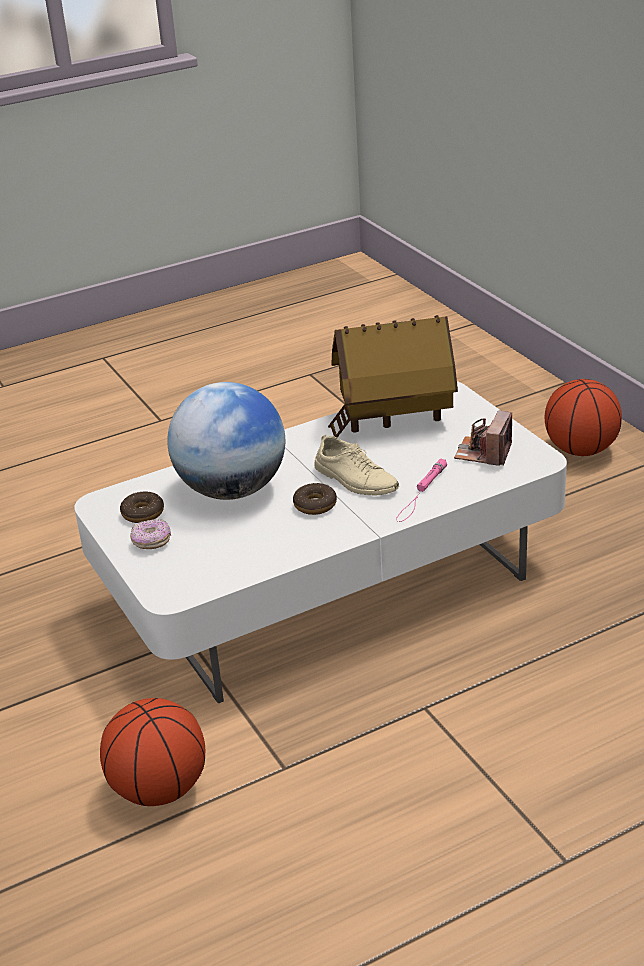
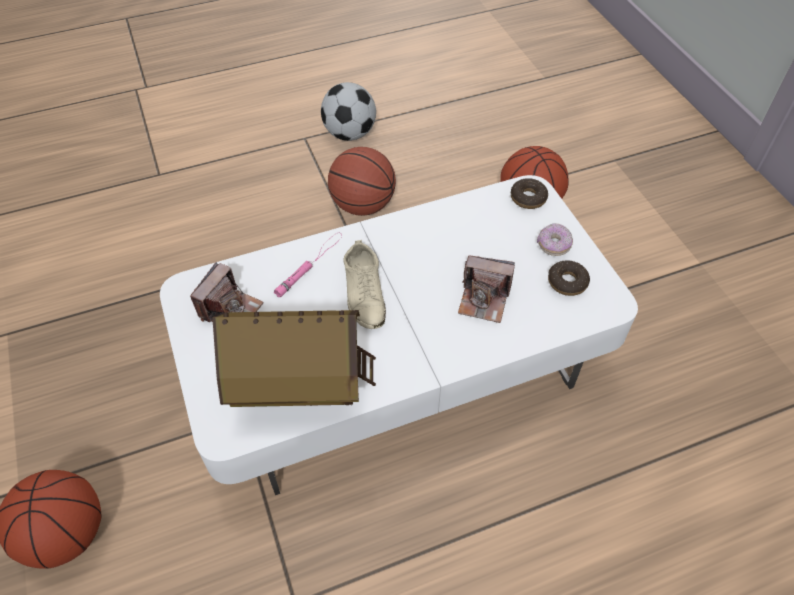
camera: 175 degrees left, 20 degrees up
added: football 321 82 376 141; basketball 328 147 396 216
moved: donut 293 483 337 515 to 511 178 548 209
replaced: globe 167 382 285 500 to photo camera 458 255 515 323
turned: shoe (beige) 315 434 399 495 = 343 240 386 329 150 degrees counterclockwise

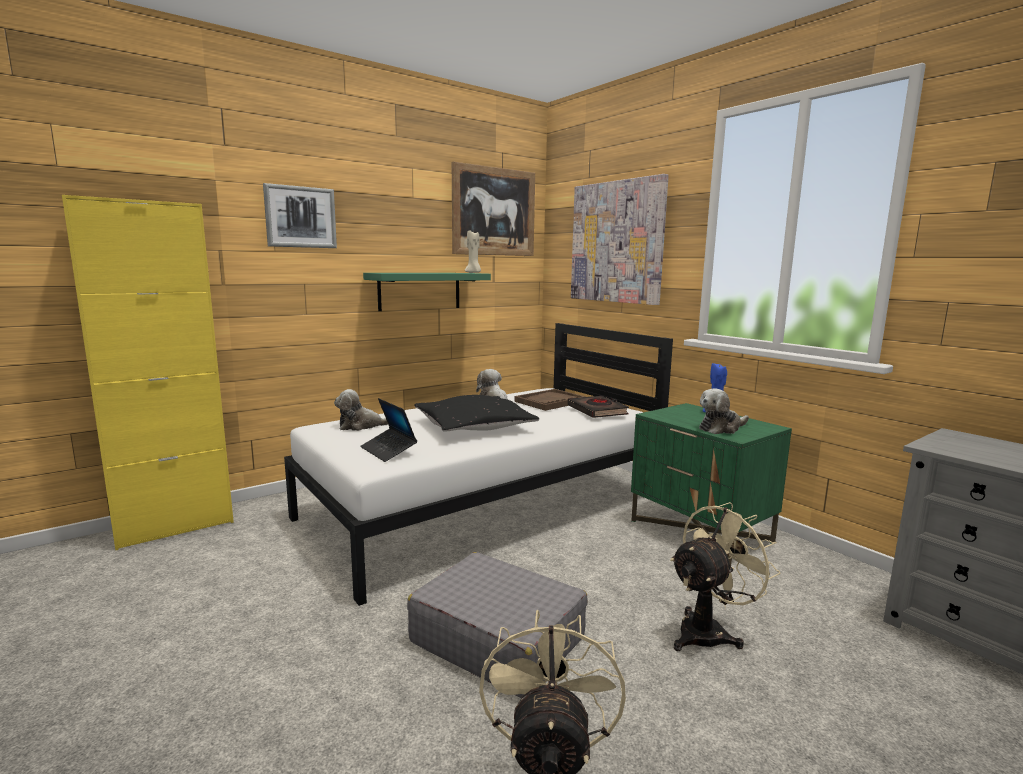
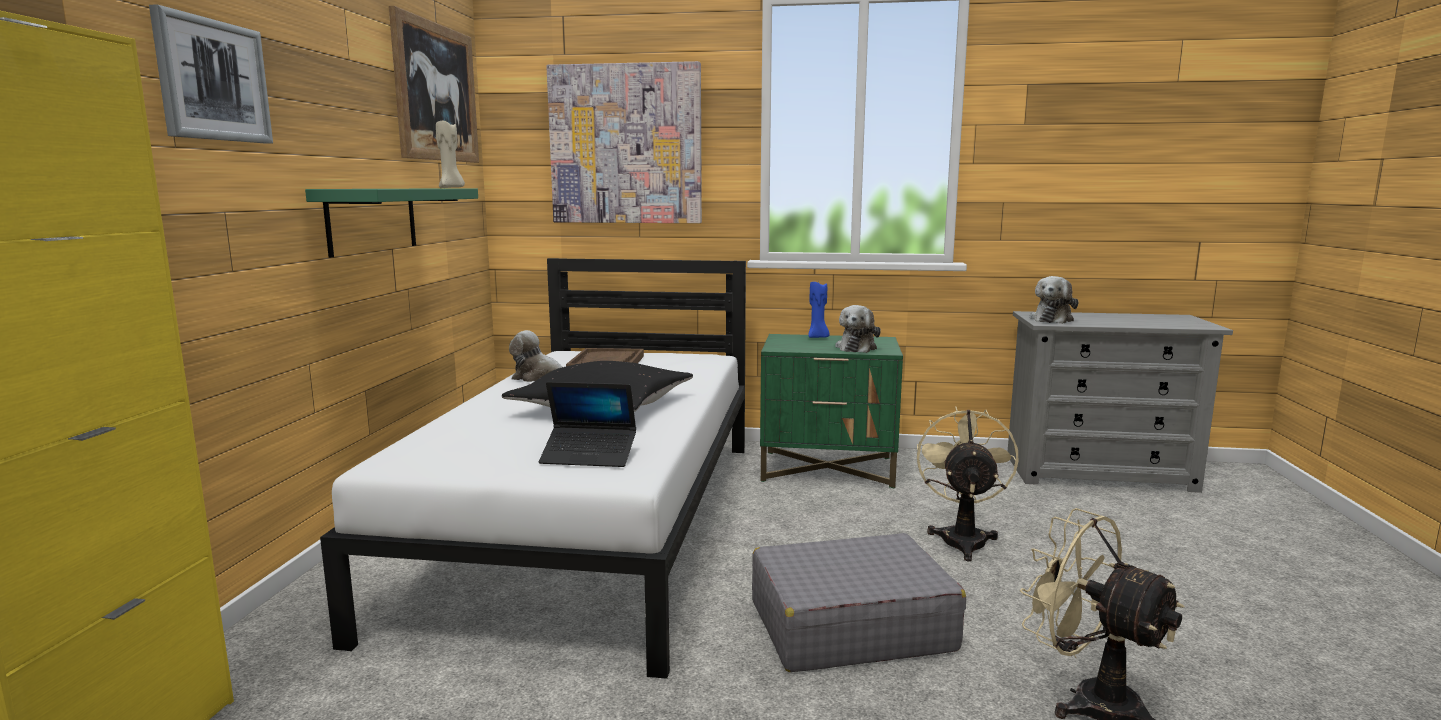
camera: 45 degrees left, 0 degrees up
removed: book (black) 568 396 629 418
moved: plush toy 334 389 389 431 to 1030 276 1079 324

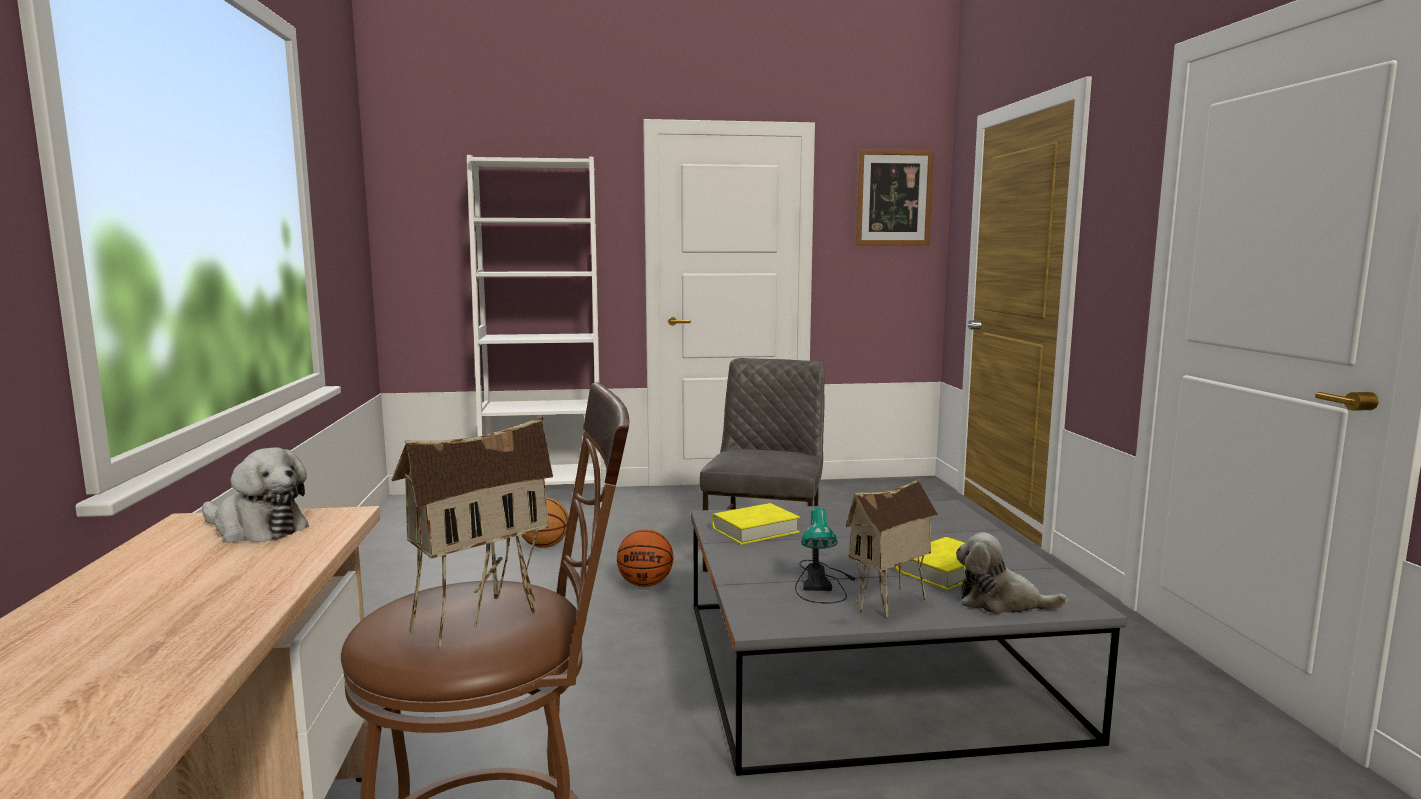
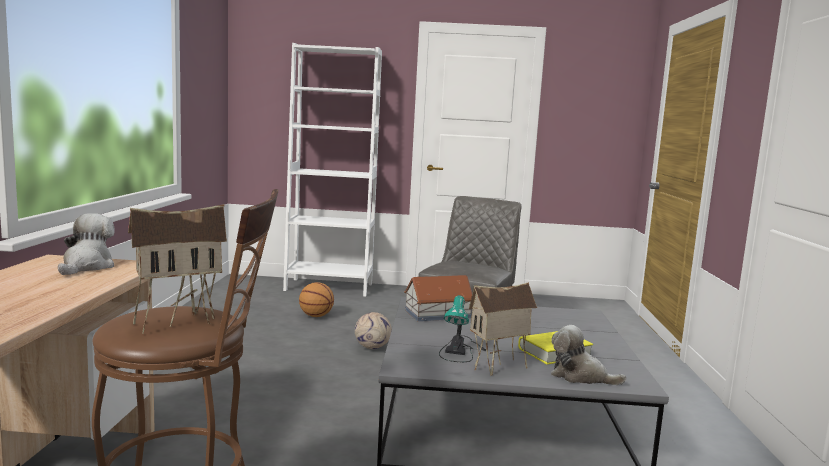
camera: 10 degrees right, 0 degrees up
removed: picture 856 149 934 245
replaced: basketball 617 529 673 587 to football 355 312 392 349; book (yellow) 712 503 800 545 to toy house 404 275 472 321
turned: plush toy 202 447 309 543 = 58 213 115 275 120 degrees counterclockwise

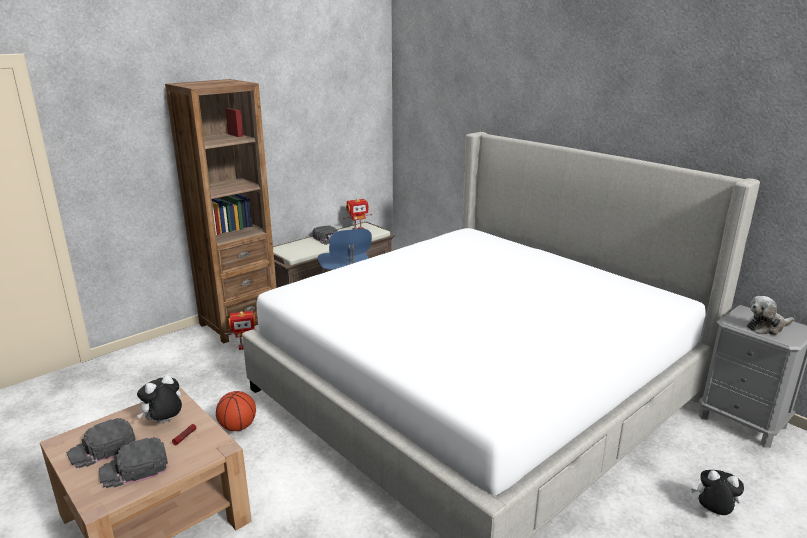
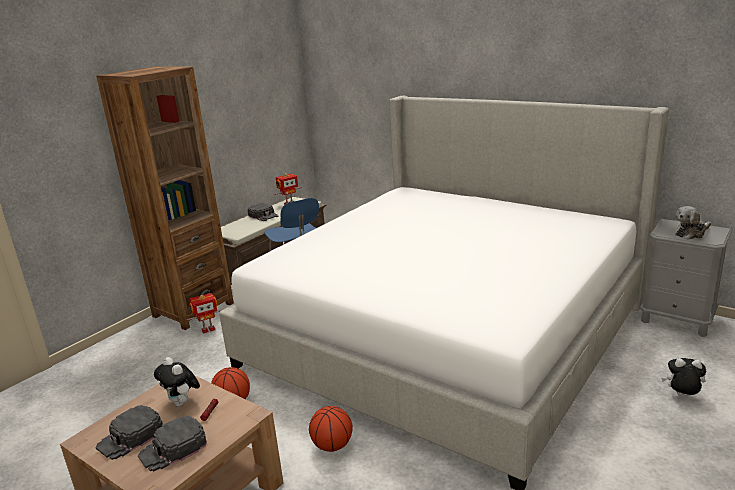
camera: 10 degrees left, 0 degrees up
added: basketball 309 406 353 452
turned: plush toy 137 375 182 423 = 154 357 200 407 75 degrees counterclockwise

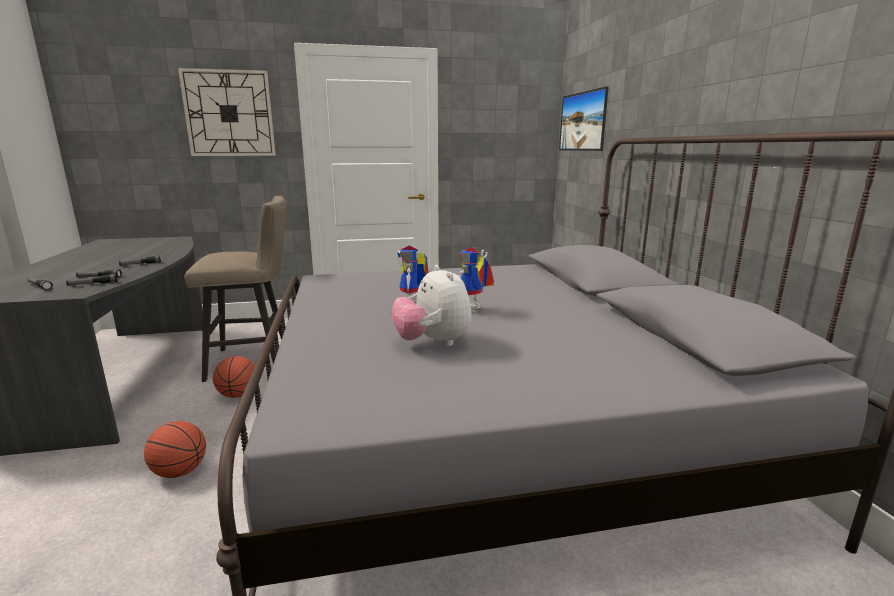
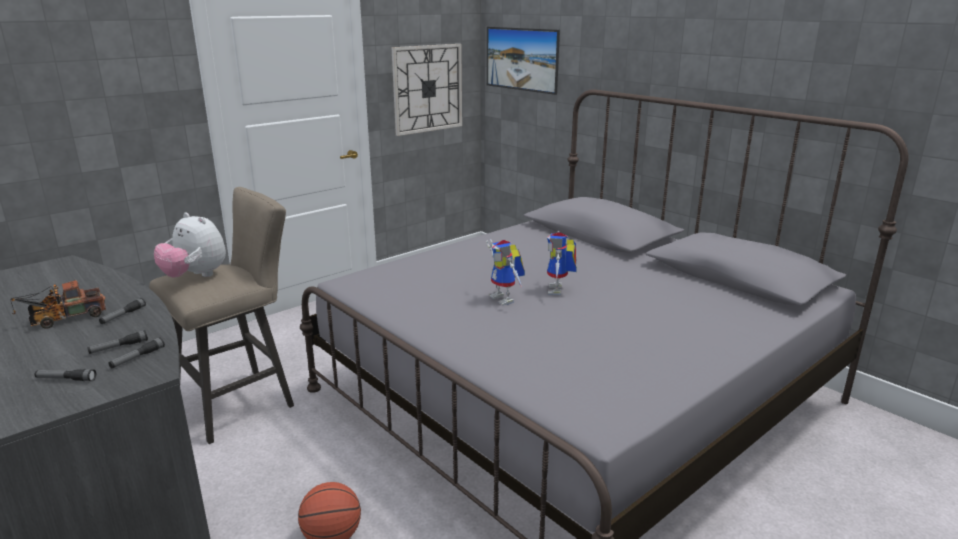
camera: 30 degrees left, 5 degrees up
removed: basketball 213 356 255 398
added: toy truck 11 280 106 328
moved: wall clock 178 68 276 156 to 391 44 462 136; plush toy 392 265 472 347 to 154 213 226 278

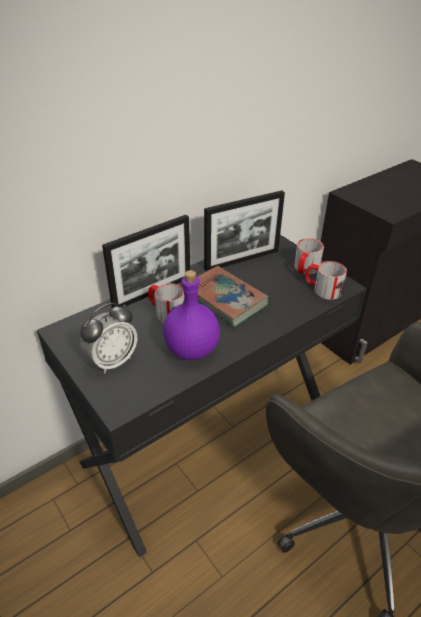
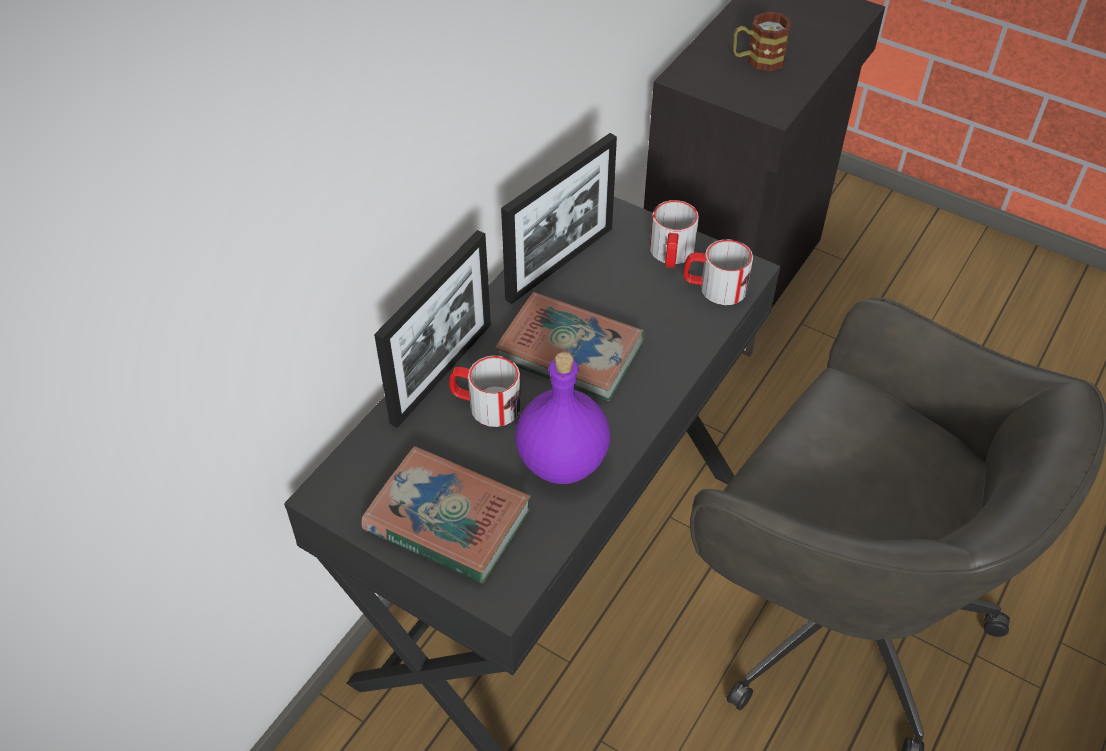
camera: 20 degrees left, 10 degrees up
added: mug 733 11 792 71
replaced: alarm clock 80 303 137 373 to book 361 446 531 583

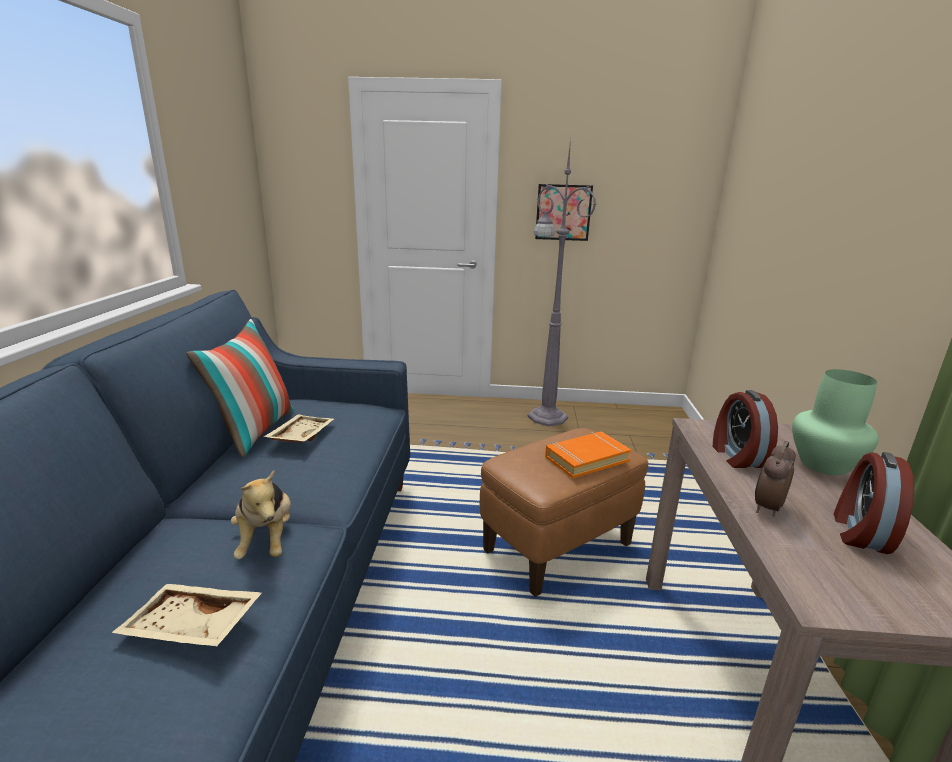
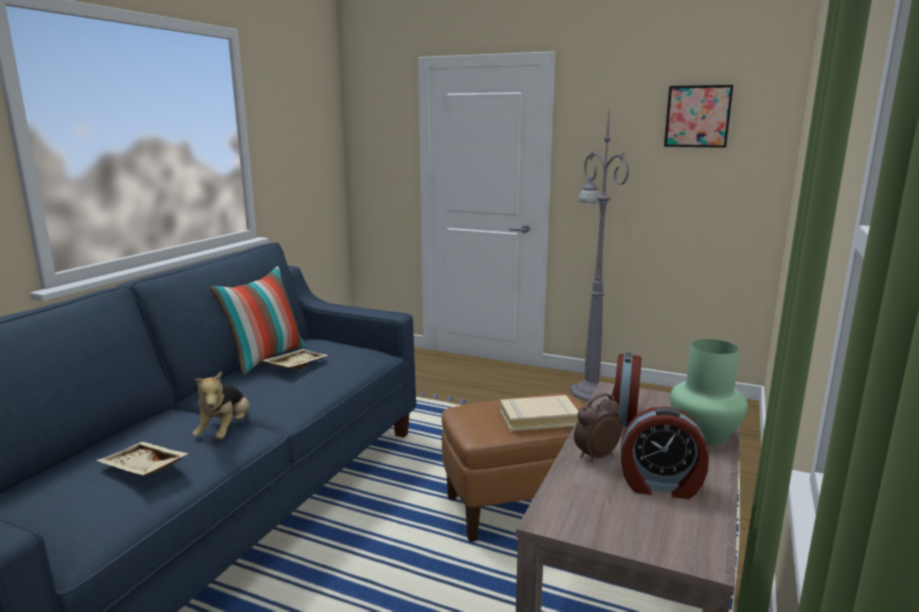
camera: 20 degrees right, 5 degrees down
moved: picture 535 184 593 241 to 664 85 733 148
recoloured: book (orange) 545 431 631 478 to book (beige) 500 395 578 431
turned: alarm clock 834 452 914 554 = 621 406 709 499 120 degrees counterclockwise

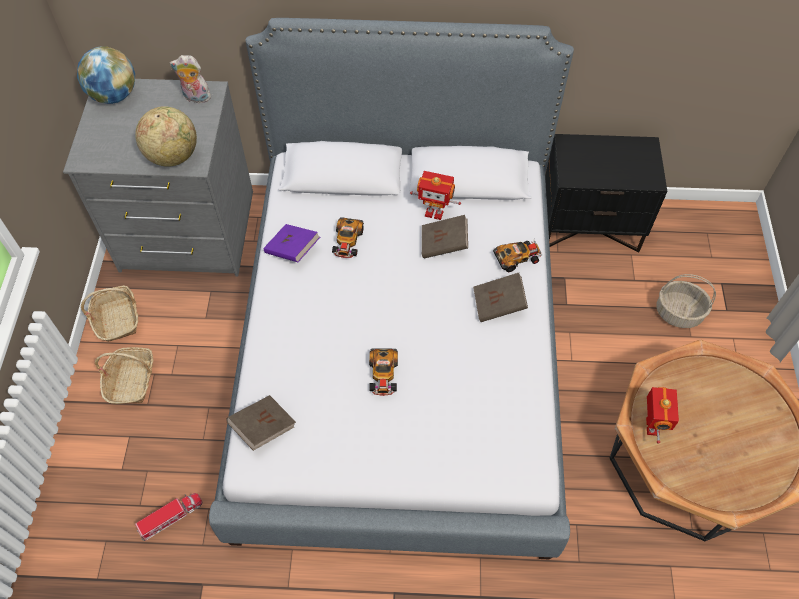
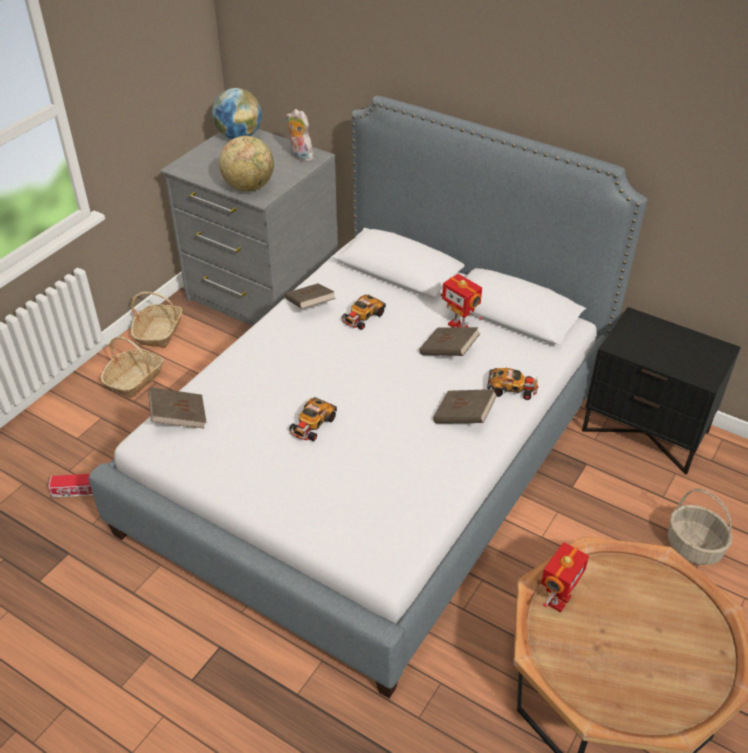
camera: 30 degrees right, 15 degrees down
recoloured: book (purple) 263 224 320 262 to book (brown) 285 283 336 309

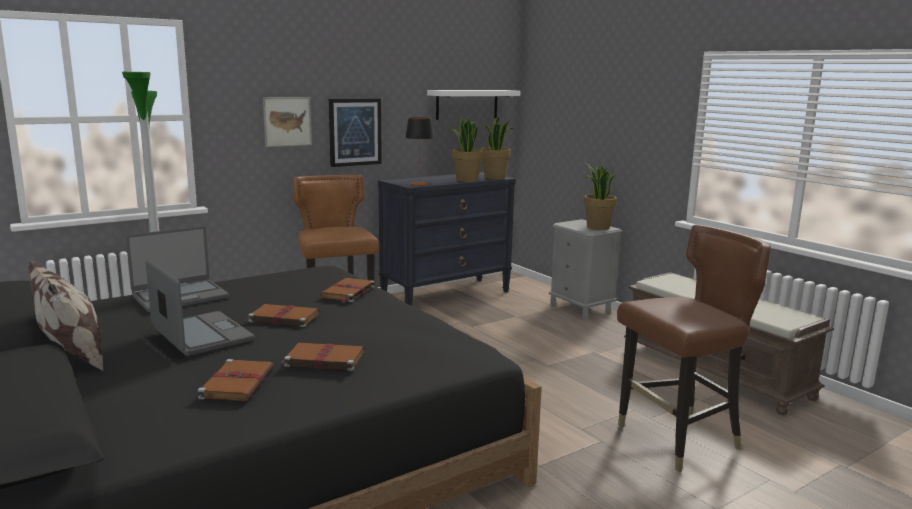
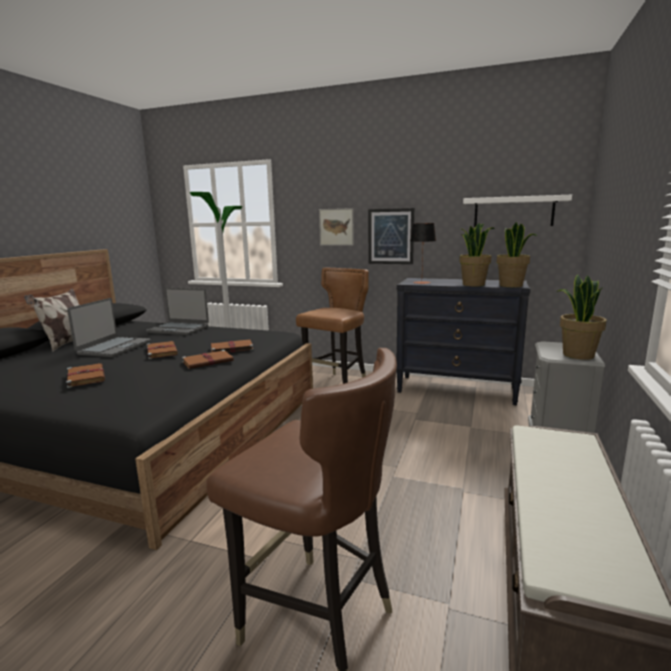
camera: 55 degrees right, 0 degrees up
moved: book (brown) 198 359 274 401 to 182 350 234 369

